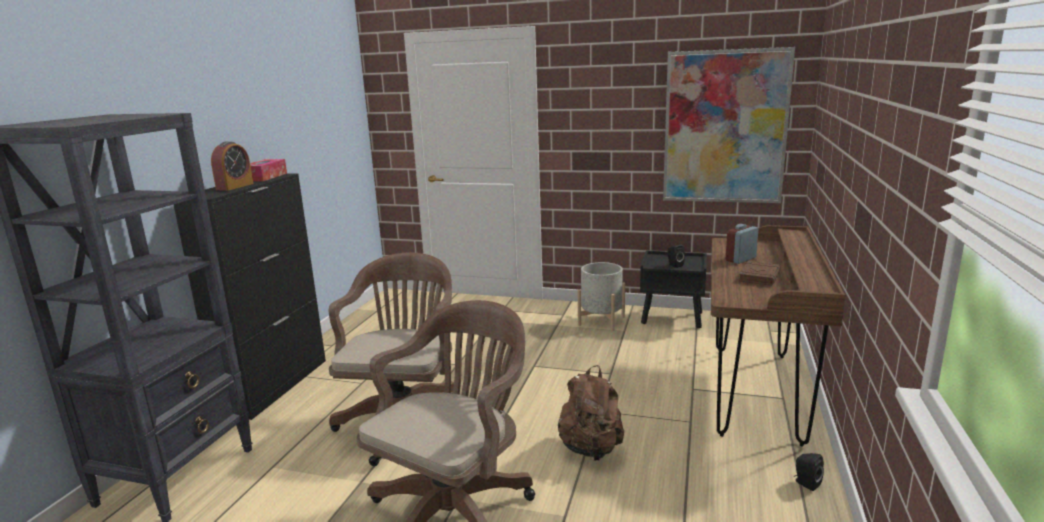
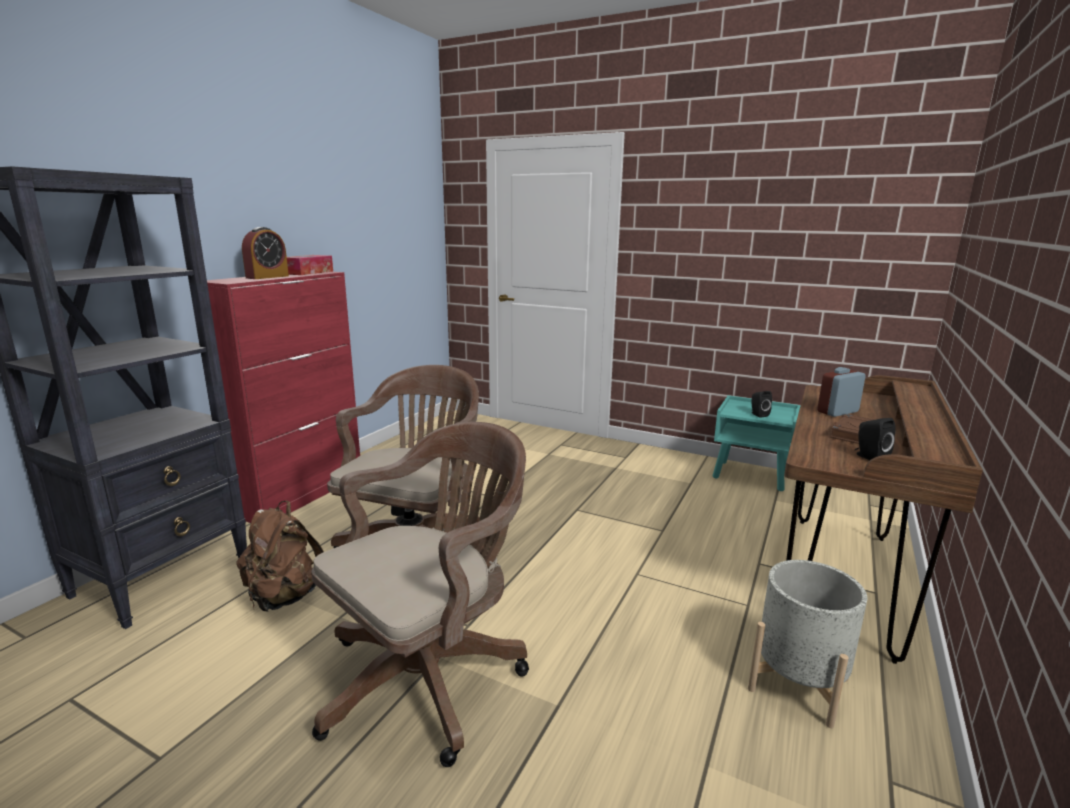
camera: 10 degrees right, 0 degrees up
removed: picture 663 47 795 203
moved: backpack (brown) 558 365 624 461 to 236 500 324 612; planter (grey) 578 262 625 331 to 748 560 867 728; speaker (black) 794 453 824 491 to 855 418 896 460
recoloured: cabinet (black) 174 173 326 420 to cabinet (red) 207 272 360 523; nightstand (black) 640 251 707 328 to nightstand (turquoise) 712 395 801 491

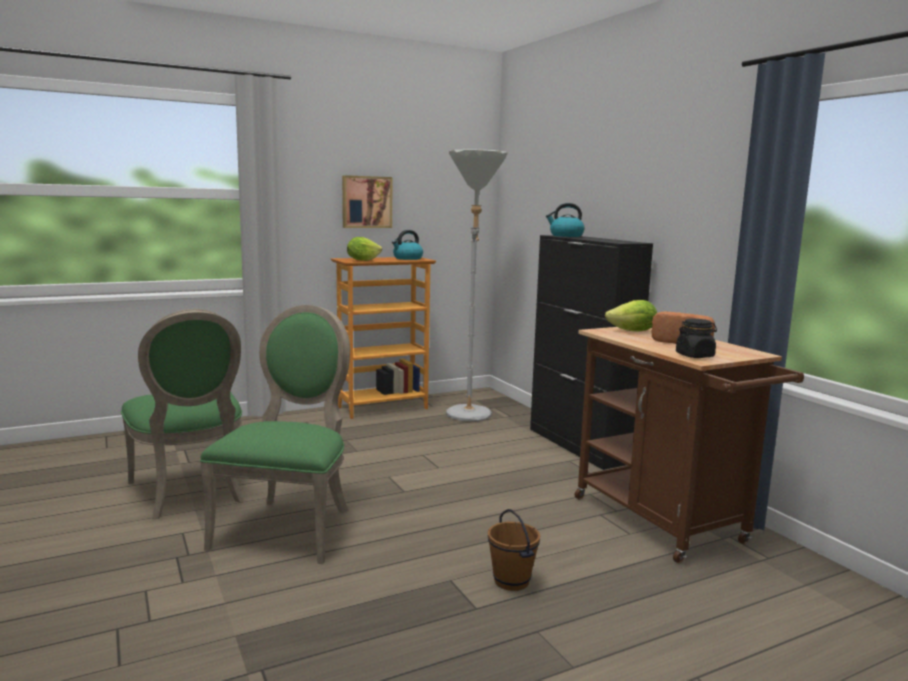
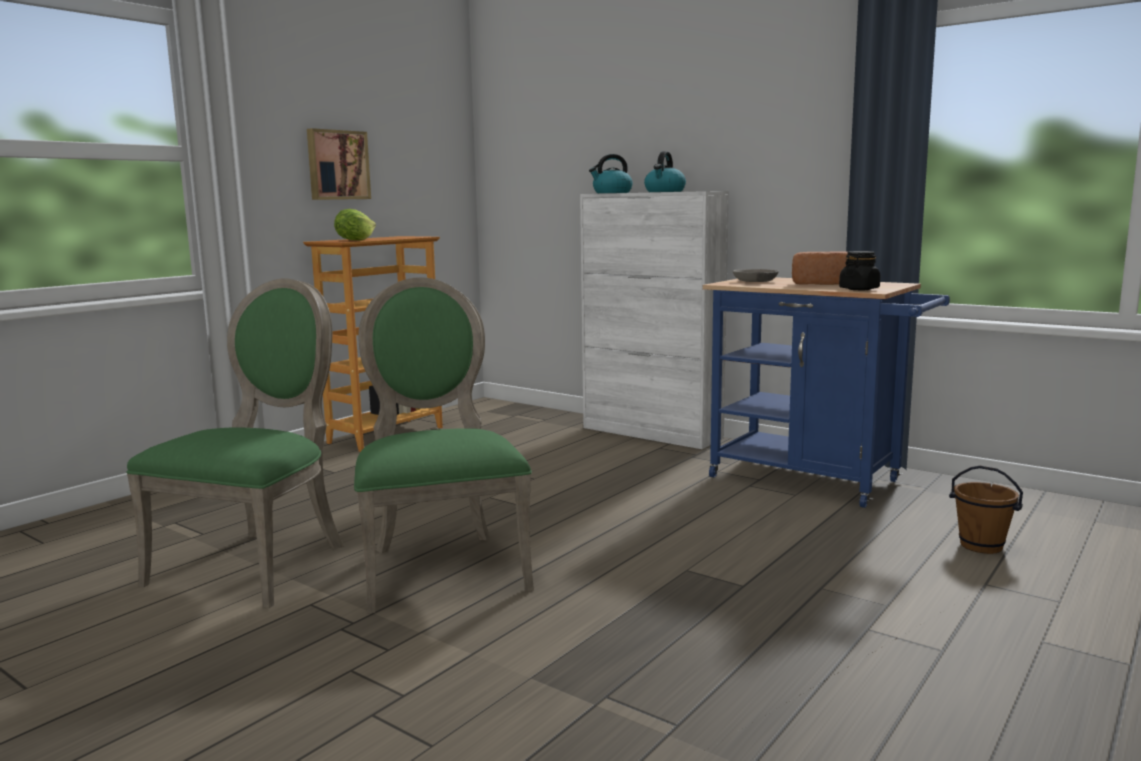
camera: 25 degrees left, 0 degrees up
removed: floor lamp (grey) 446 149 507 422
moved: kettle 392 230 423 260 to 644 151 686 192; bucket (brown) 488 509 540 591 to 949 466 1023 554
replaced: lettuce 605 300 657 331 to bowl (grey) 733 269 779 282
recoloured: cabinet (black) 530 235 653 470 to cabinet (white) 580 191 729 449; cart (brown) 575 327 804 563 to cart (blue) 702 277 950 508
turned: chair (green) 121 309 245 519 = 126 278 344 608 105 degrees counterclockwise

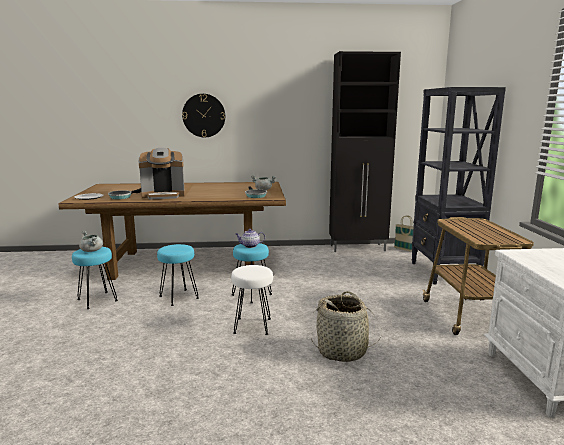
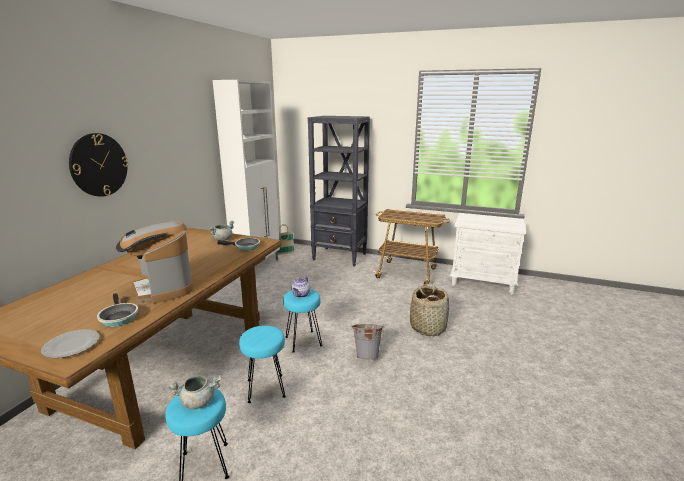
camera: 65 degrees left, 5 degrees up
replaced: stool (white) 231 265 273 335 to bucket (grey) 351 324 384 360
recoloured: cabinet (black) 329 51 401 252 to cabinet (white) 213 80 280 260
turned: coffee machine 139 148 185 200 = 116 221 193 304 135 degrees clockwise

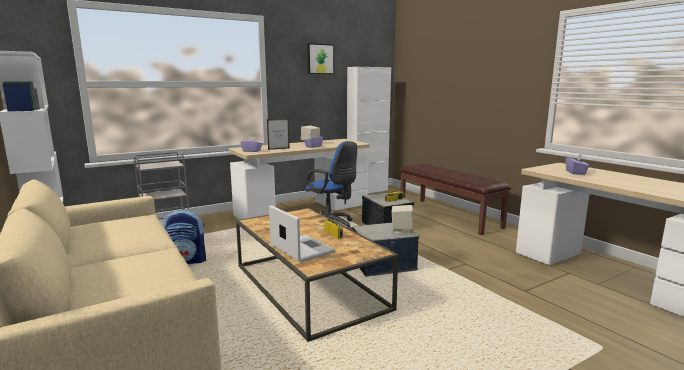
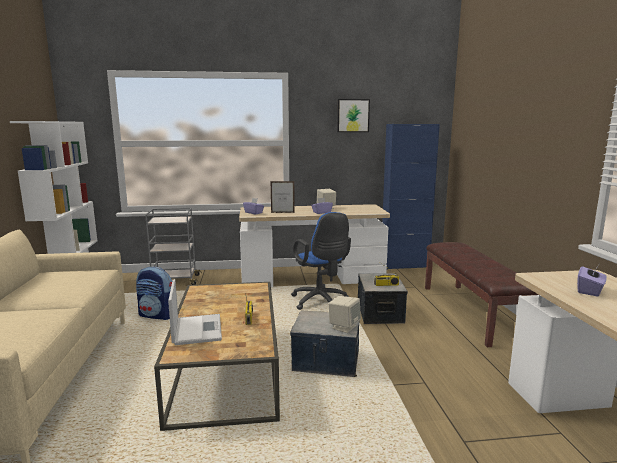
camera: 25 degrees right, 0 degrees up
recoloured: cabinet (white) 347 67 391 194 to cabinet (blue) 382 124 440 269

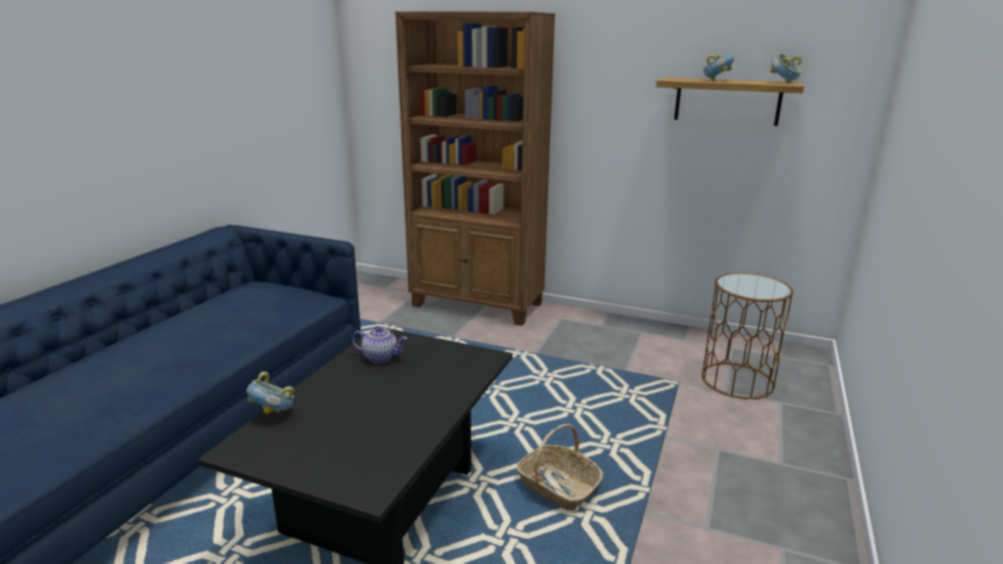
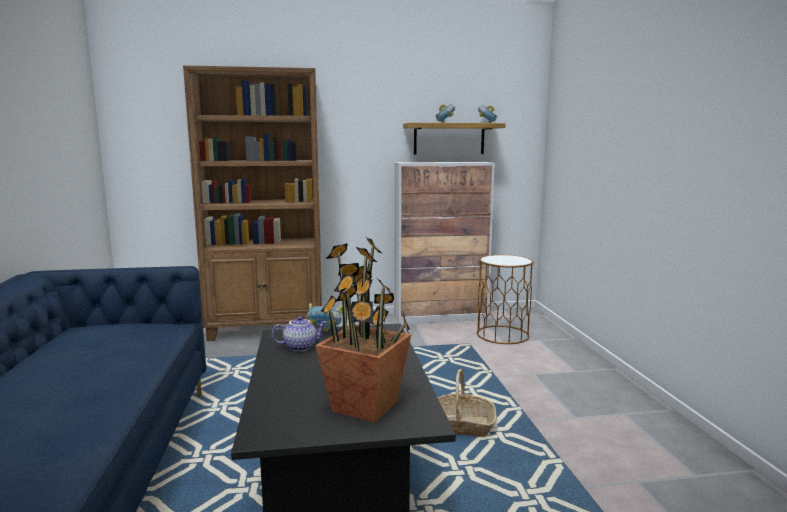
camera: 30 degrees left, 10 degrees down
added: potted plant 315 237 411 423; cabinet 395 162 495 324
moved: bowl 246 372 294 414 to 307 303 343 331

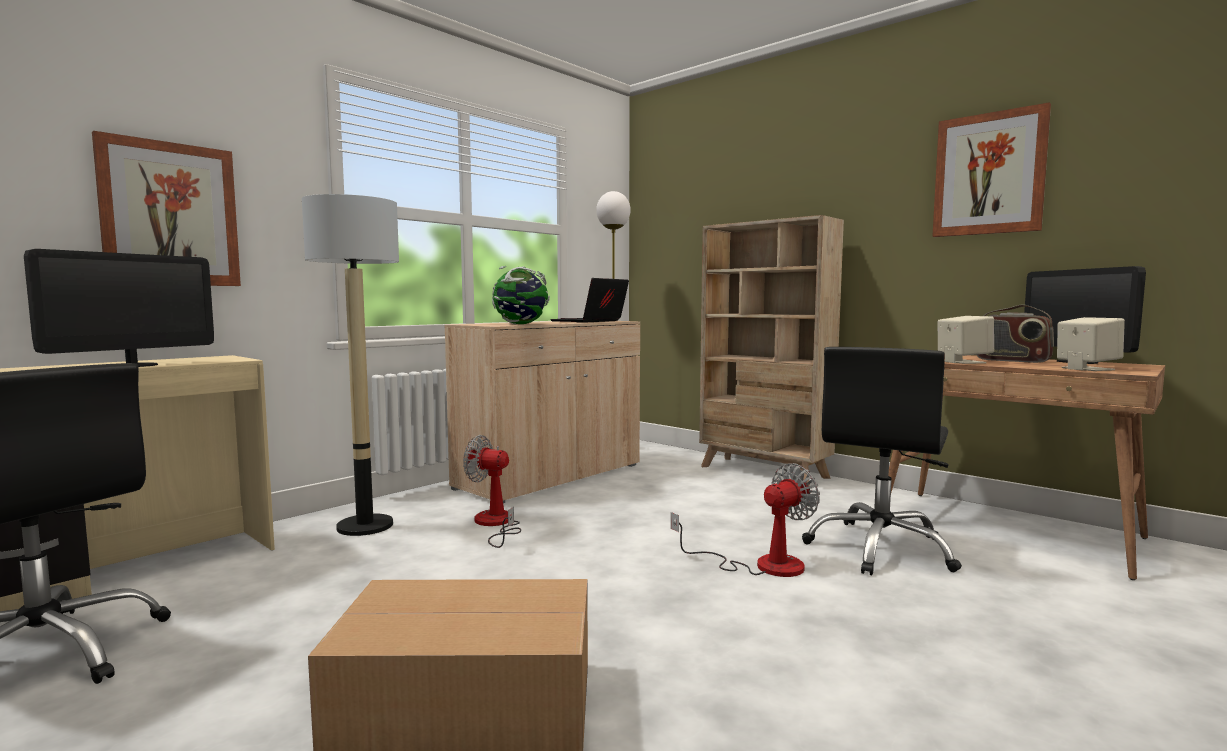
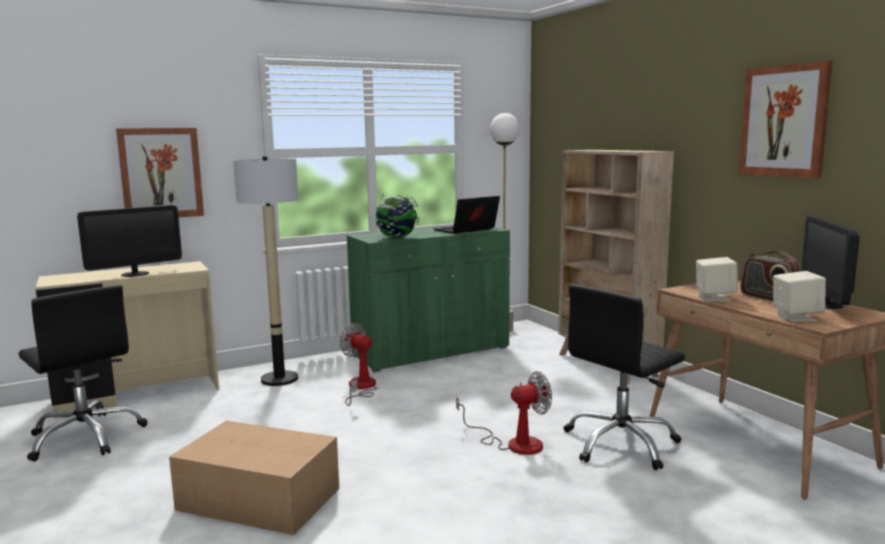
camera: 20 degrees right, 5 degrees up
recoloured: cabinet (beige) 444 321 640 503 to cabinet (green) 347 226 510 373

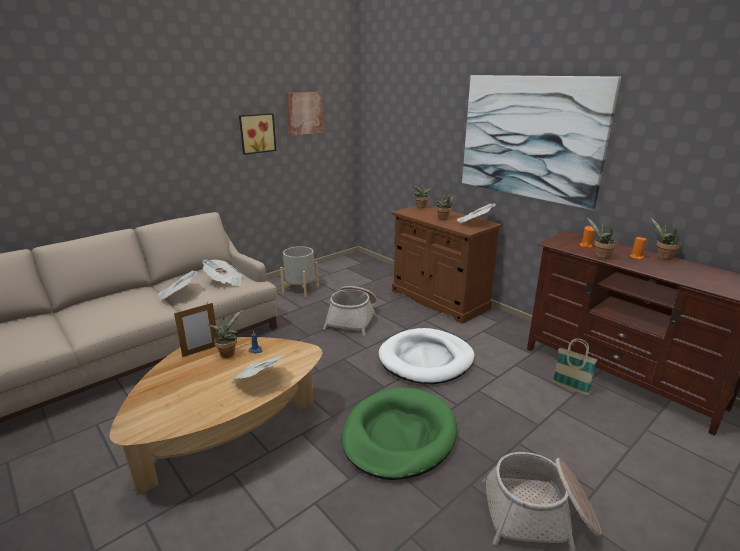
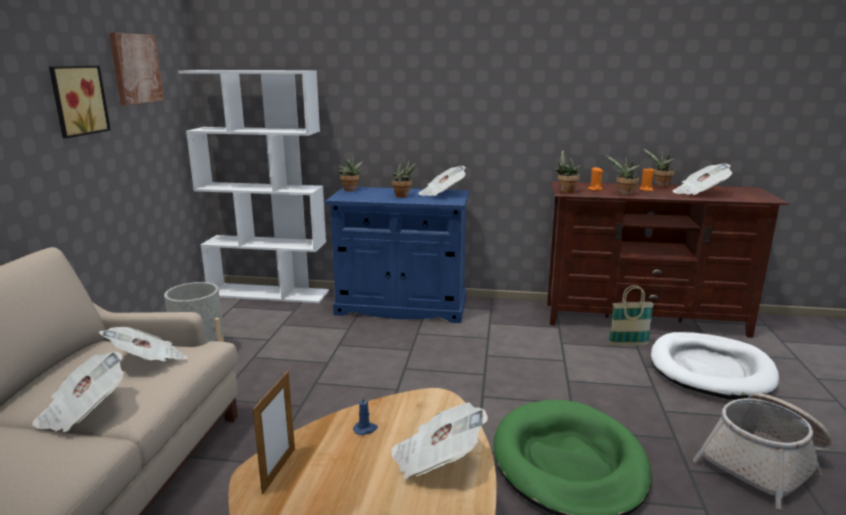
camera: 40 degrees left, 5 degrees down
removed: basket 323 286 377 336; picture 462 75 621 210
added: bookcase (white) 178 70 329 303; newspaper 673 164 732 195
moved: potted plant 208 310 243 358 to 554 150 581 193; dog bed (white) 379 328 475 384 to 651 332 779 400
recoloured: cabinet (brown) 392 204 502 324 to cabinet (blue) 326 187 469 323

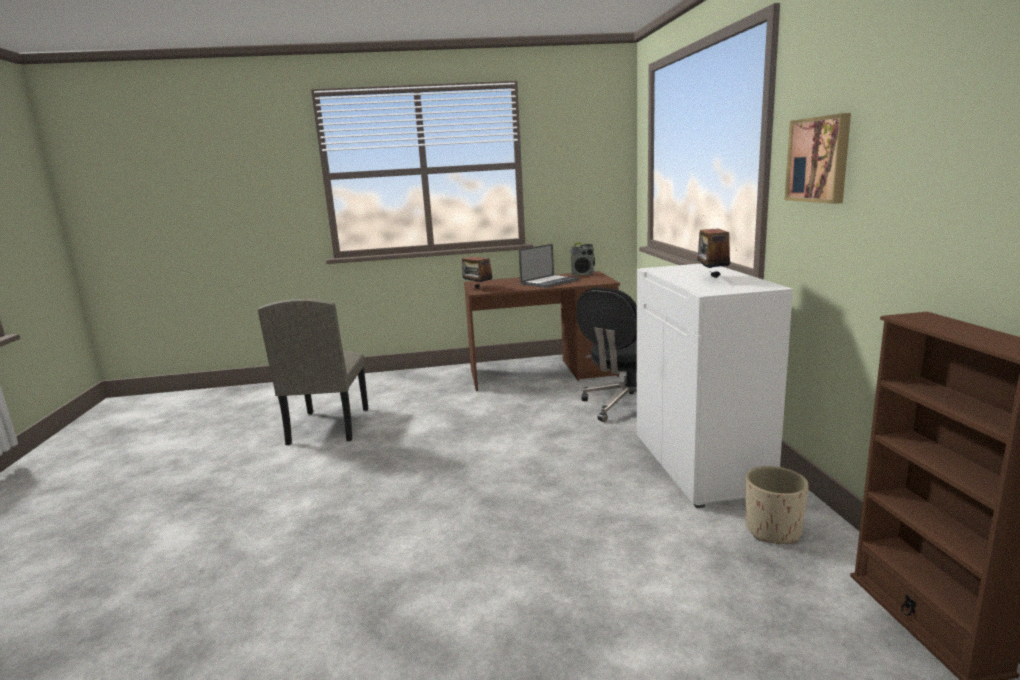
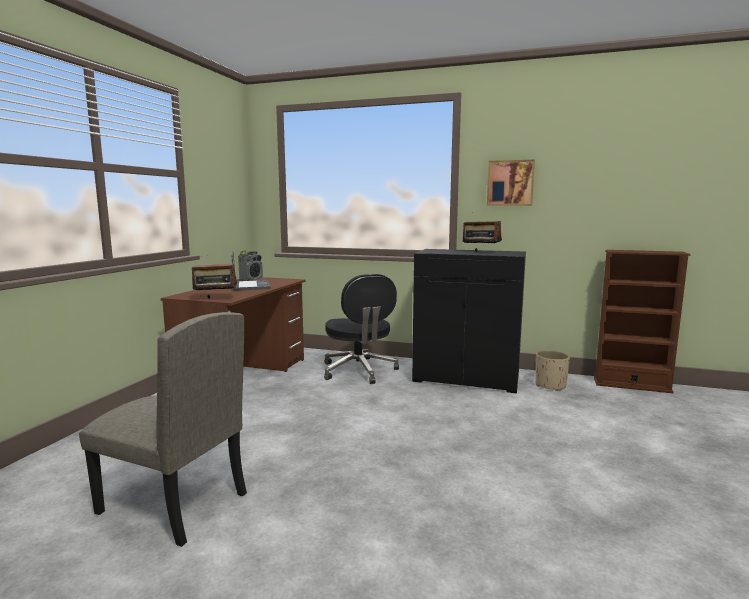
camera: 65 degrees left, 5 degrees down
recoloured: cabinet (white) 637 263 793 508 to cabinet (black) 412 249 526 393

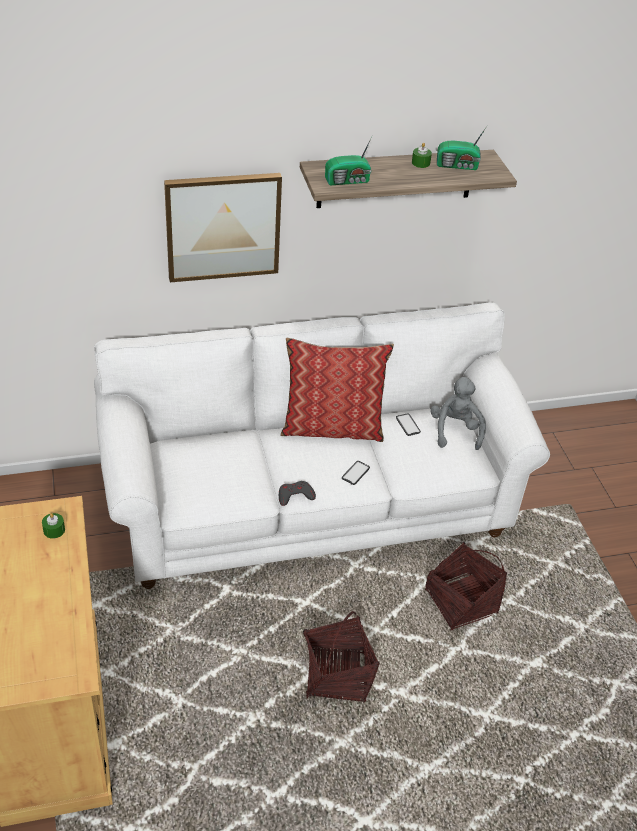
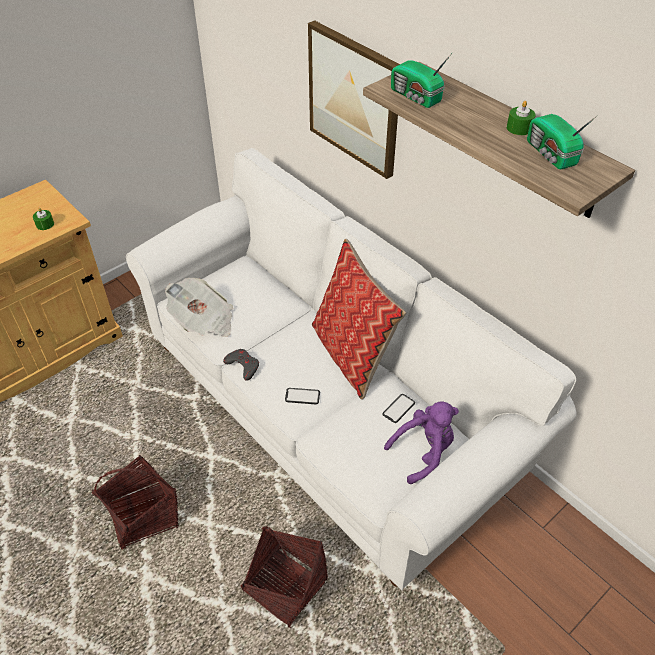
camera: 65 degrees right, 5 degrees up
added: newspaper 165 278 233 337
recoloured: plush toy (grey) 430 377 486 450 to plush toy (purple) 384 401 459 484

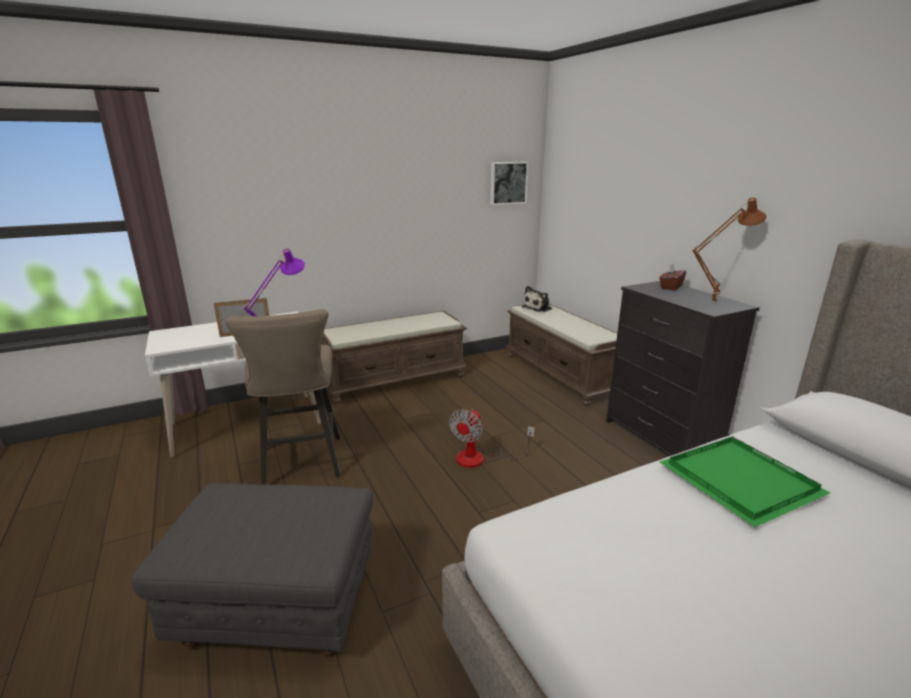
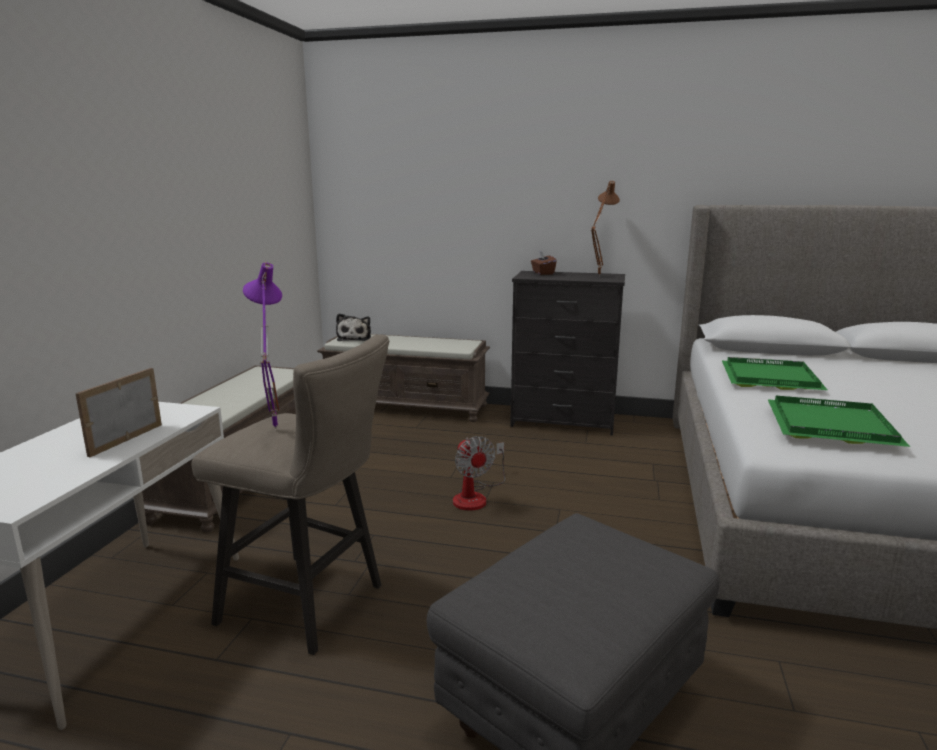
camera: 50 degrees left, 5 degrees down
removed: picture 490 162 528 205
added: tray (green) 768 396 910 447

